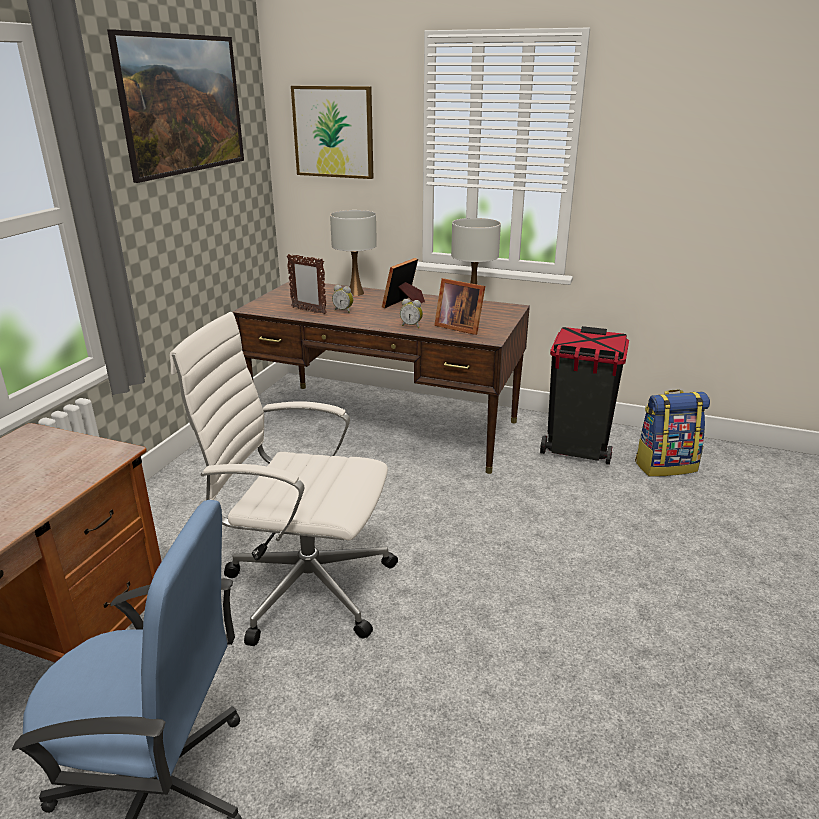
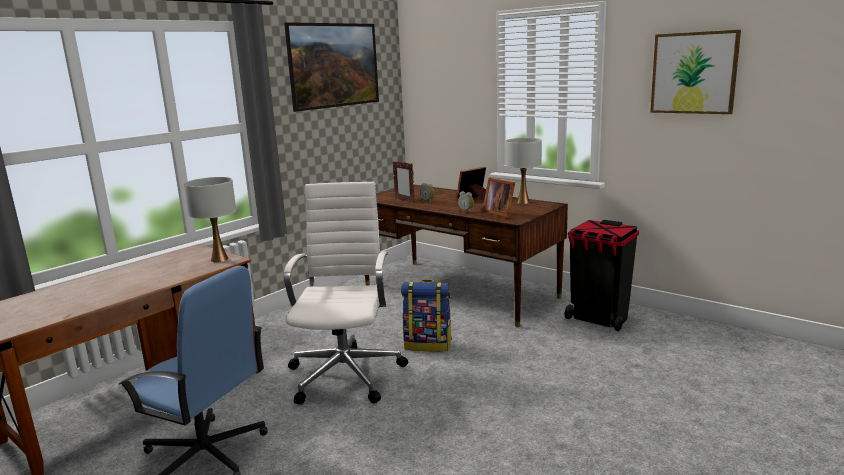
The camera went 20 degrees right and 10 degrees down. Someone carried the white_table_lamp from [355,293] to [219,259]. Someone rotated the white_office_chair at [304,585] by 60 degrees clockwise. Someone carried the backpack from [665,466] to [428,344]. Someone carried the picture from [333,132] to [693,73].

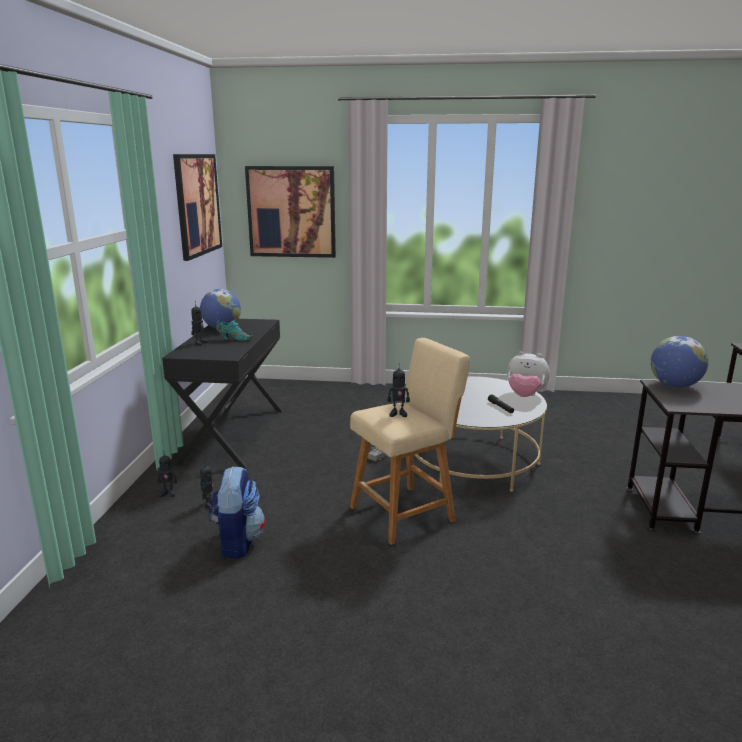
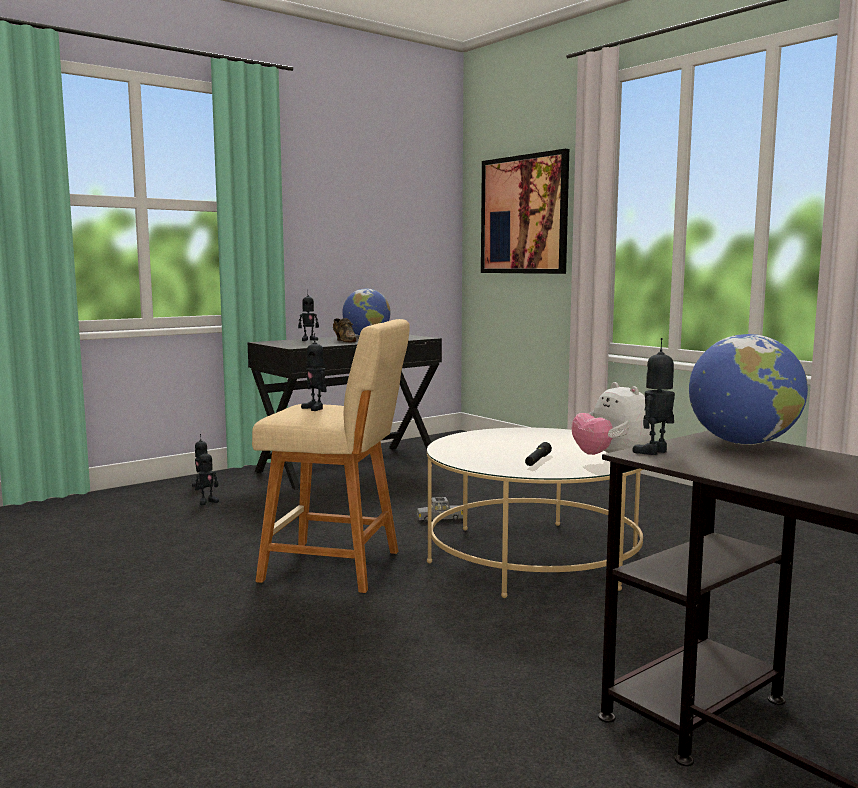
The camera went 45 degrees right and 10 degrees down. Someone repainted the turquoise_shoe at [233,339], which became the brown_shoe at [344,341]. Someone put down the toy_robot at [655,452]. Someone took away the picture at [197,205]. Someone took away the backpack at [237,542].

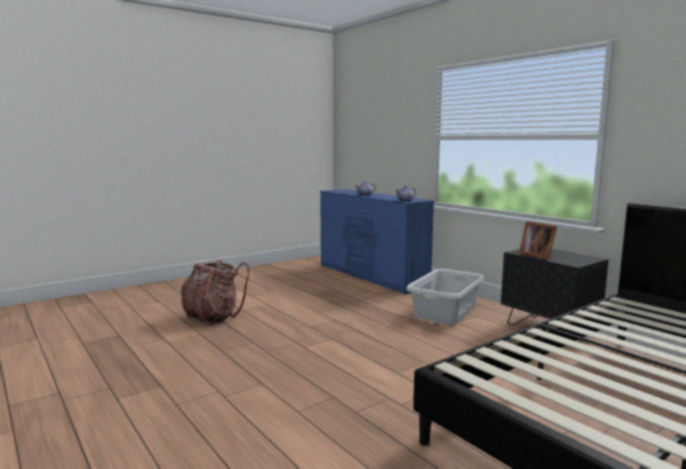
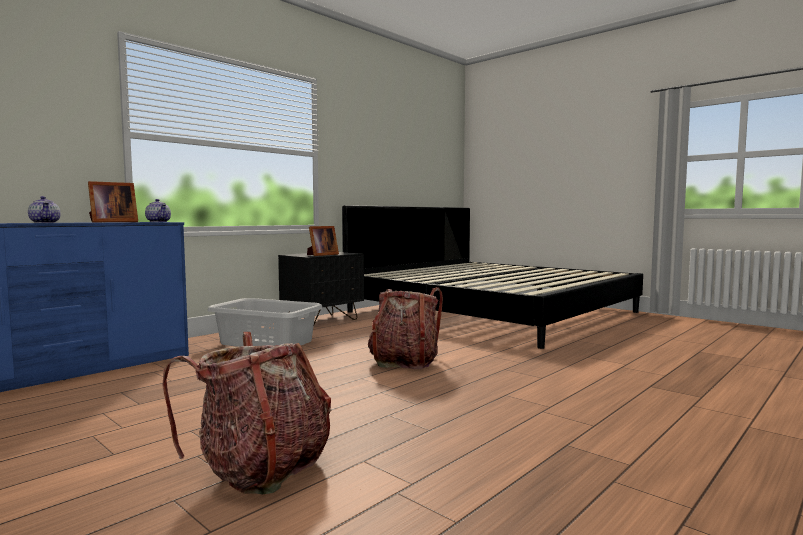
The camera went 100 degrees left and 5 degrees down. Someone put down the picture_frame at [111,222]. Someone put down the backpack at [404,362].

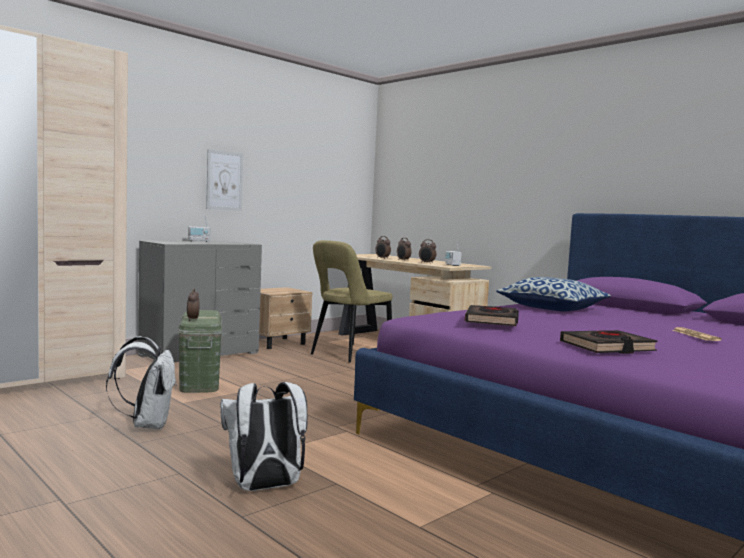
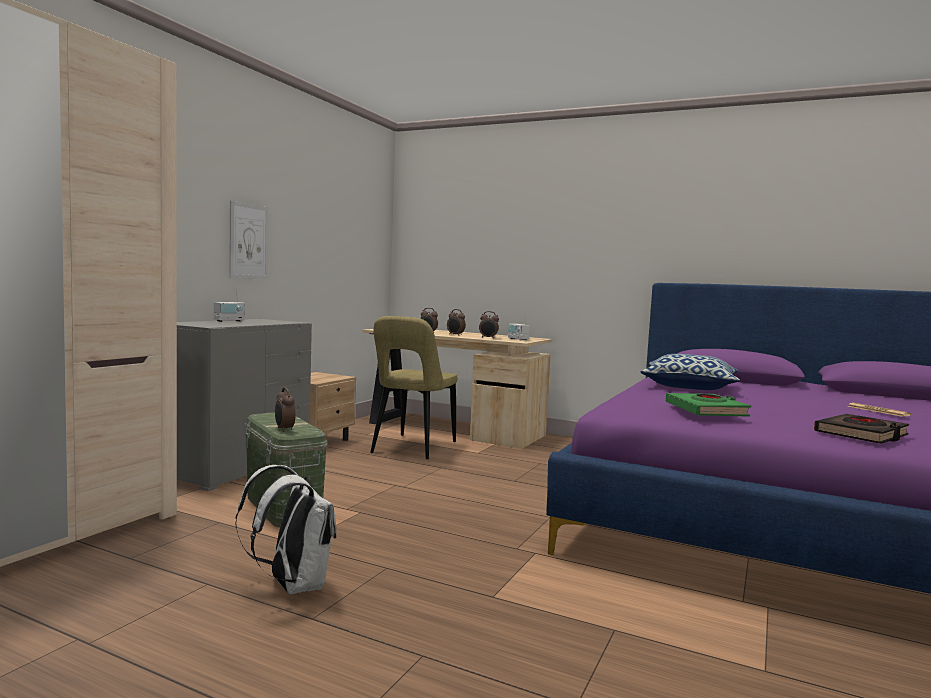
The camera went 20 degrees left and 0 degrees up. Someone repainted the black_book at [492,321], which became the green_book at [706,410]. Someone took away the white_backpack at [264,487].

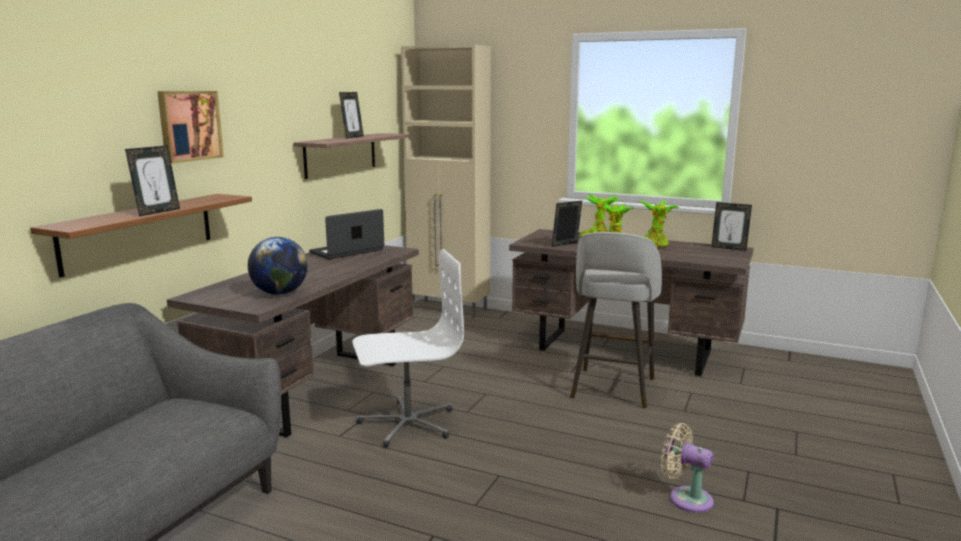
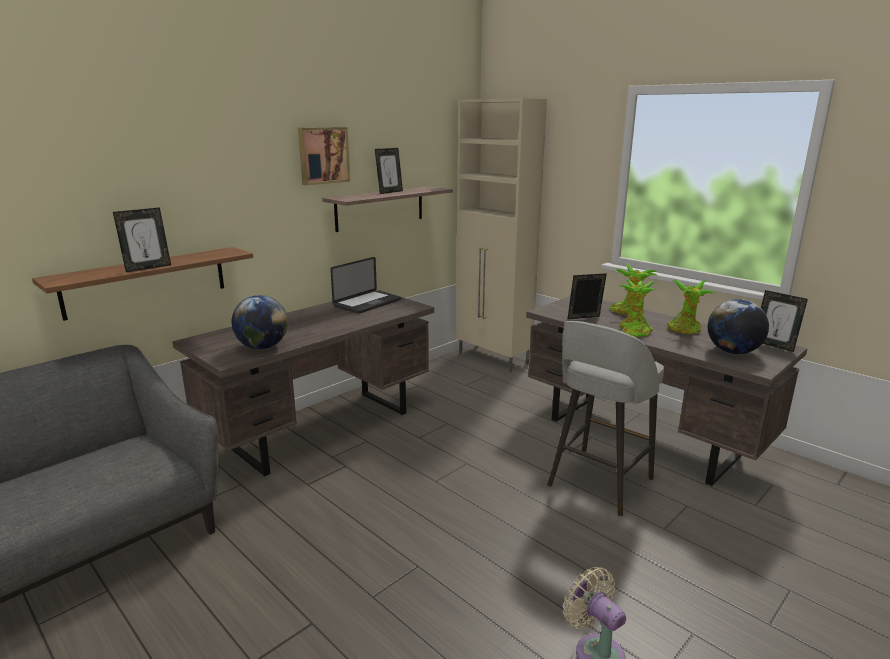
The camera went 20 degrees right and 5 degrees up. Someone carried the picture from [189,125] to [323,155]. Someone rotated the laptop at [347,251] by 150 degrees clockwise. Someone put down the globe at [732,352]. Someone took away the white_office_chair at [407,423].

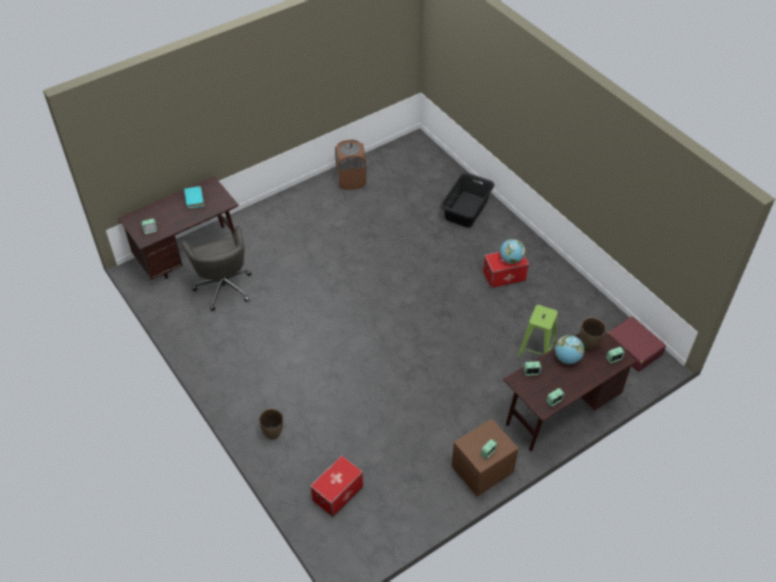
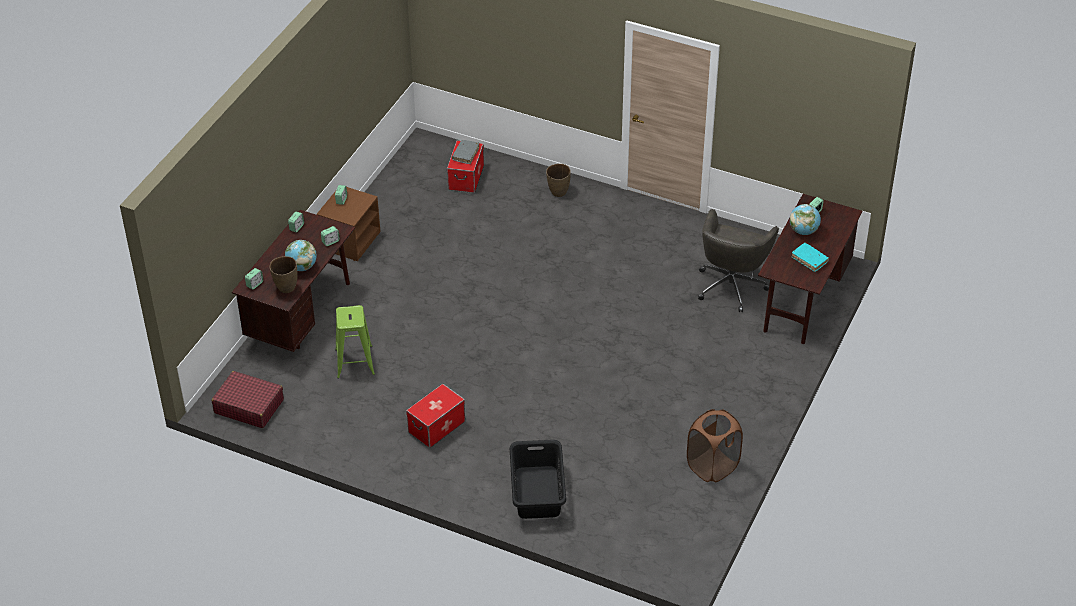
The camera went 150 degrees right and 5 degrees down. Someone put down the grey_book at [465,154]. Someone rotated the grey_office_chair at [223,286] by 105 degrees counterclockwise. Someone carried the globe from [511,260] to [803,231].

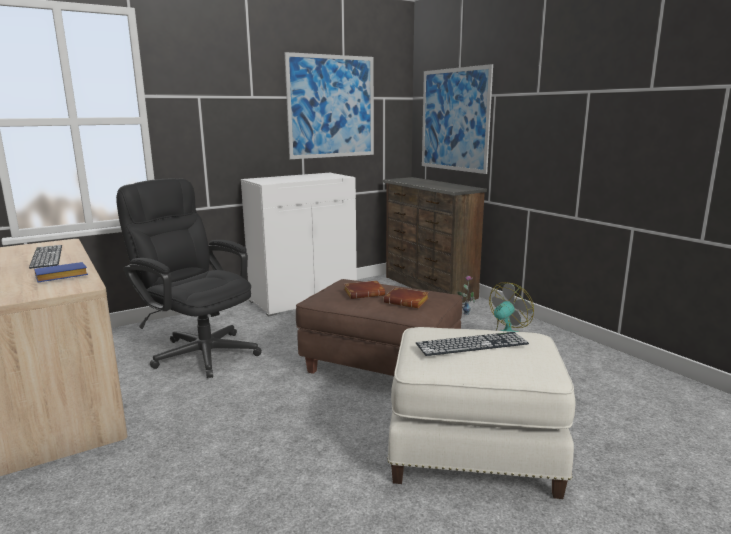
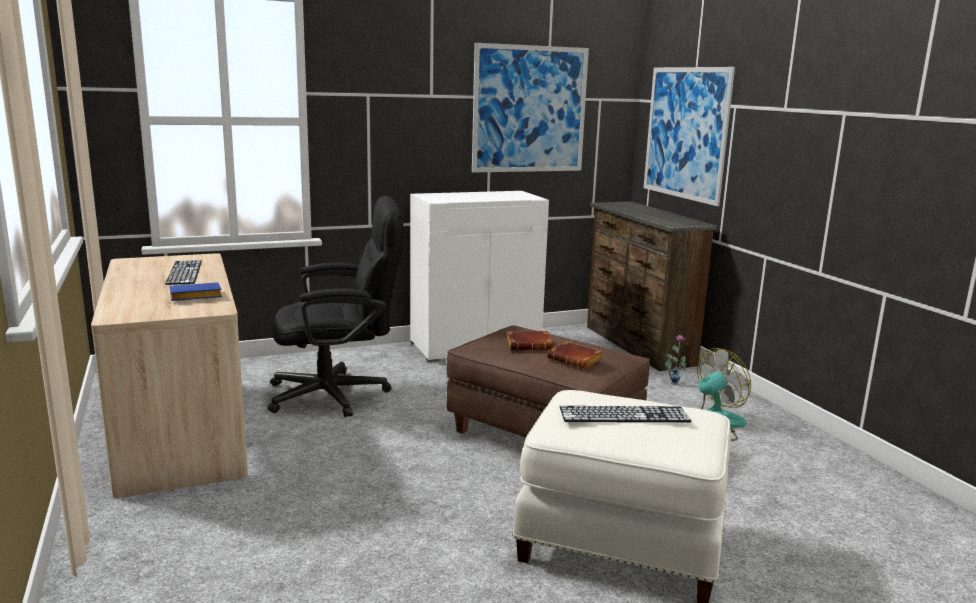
The camera went 10 degrees right and 0 degrees up. Someone rotated the black_office_chair at [199,351] by 120 degrees clockwise.

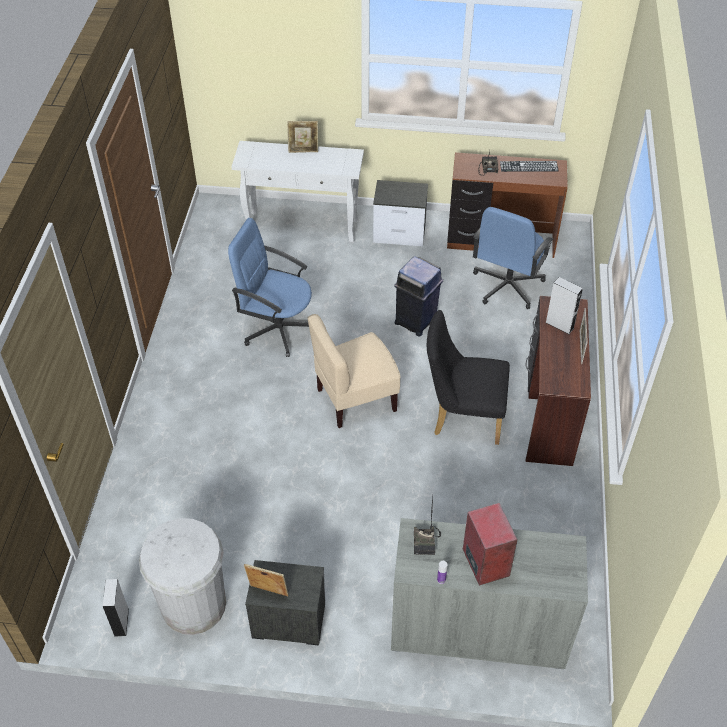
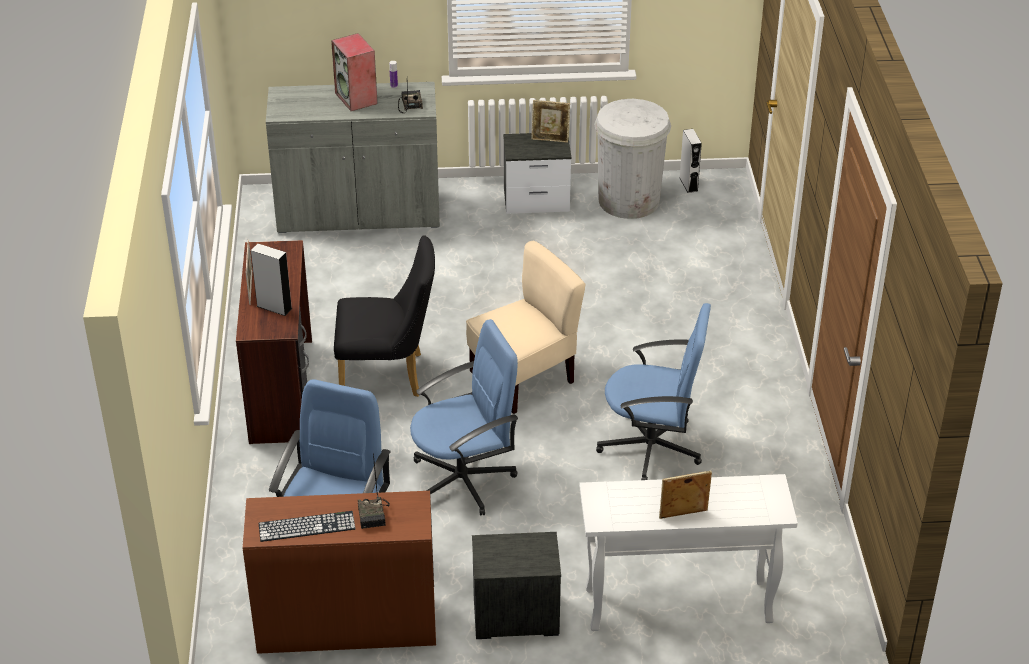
The camera went 170 degrees right and 10 degrees down. Someone swapped the blue_trash_can at [416,321] for the blue_office_chair at [464,480].

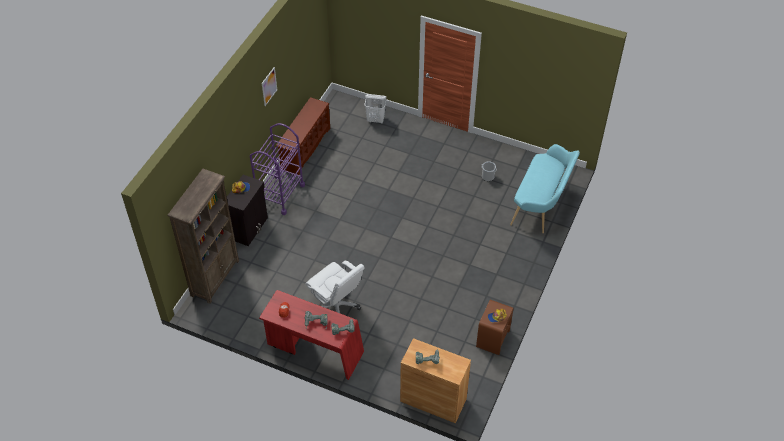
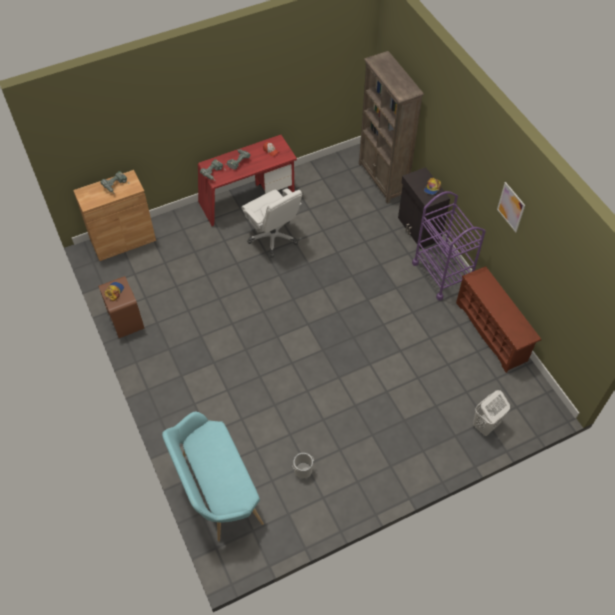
The camera went 130 degrees right and 5 degrees up. Someone rotated the white_office_chair at [337,306] by 120 degrees counterclockwise.

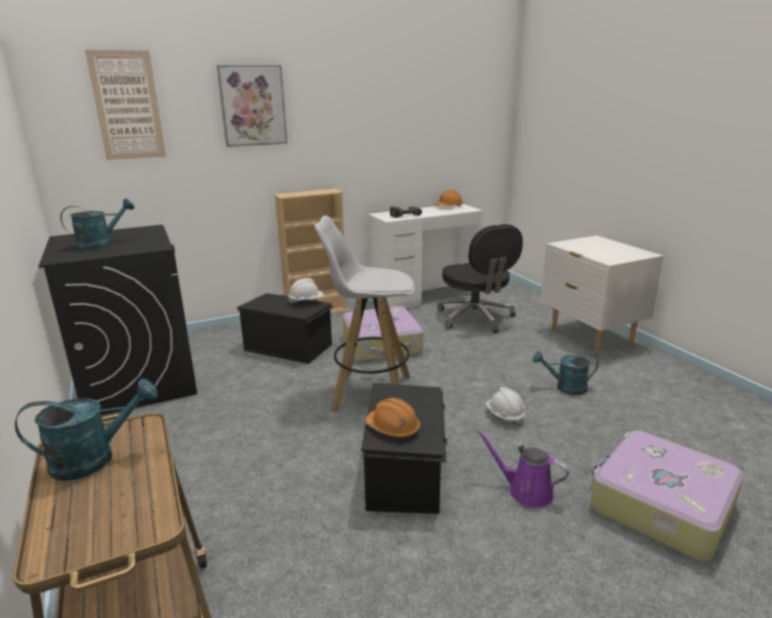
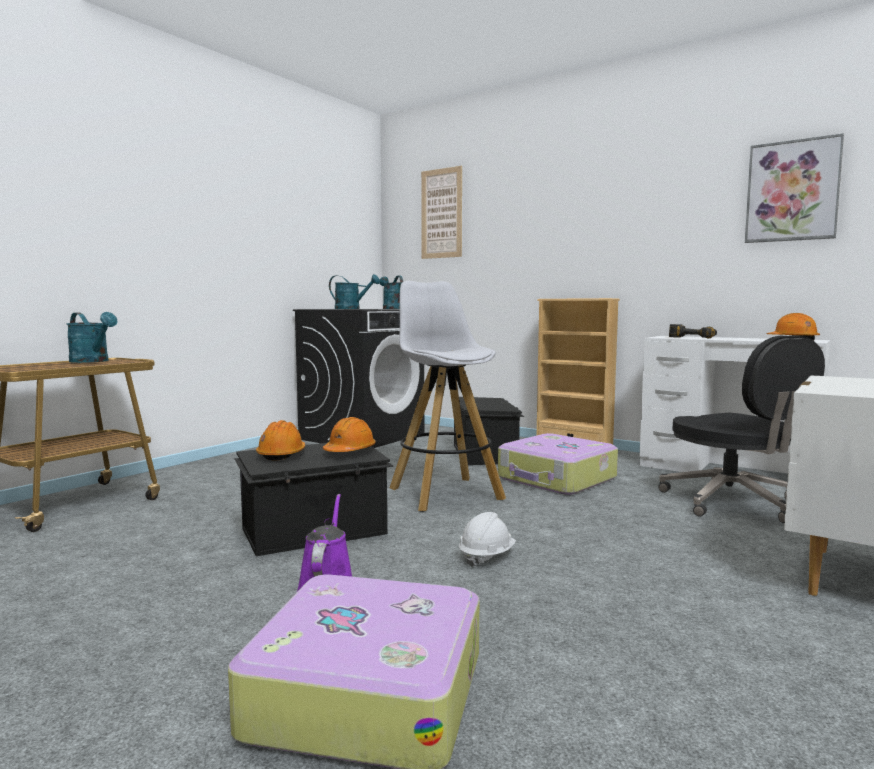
The camera went 60 degrees right and 15 degrees down. Someone put down the orange_hard_hat at [349,451]. Someone carried the turquoise_watering_can from [565,387] to [392,308]. Someone rotated the black_office_chair at [475,318] by 60 degrees counterclockwise. Someone carried the picture from [253,105] to [792,191]. Someone took away the white_hard_hat at [306,301].

